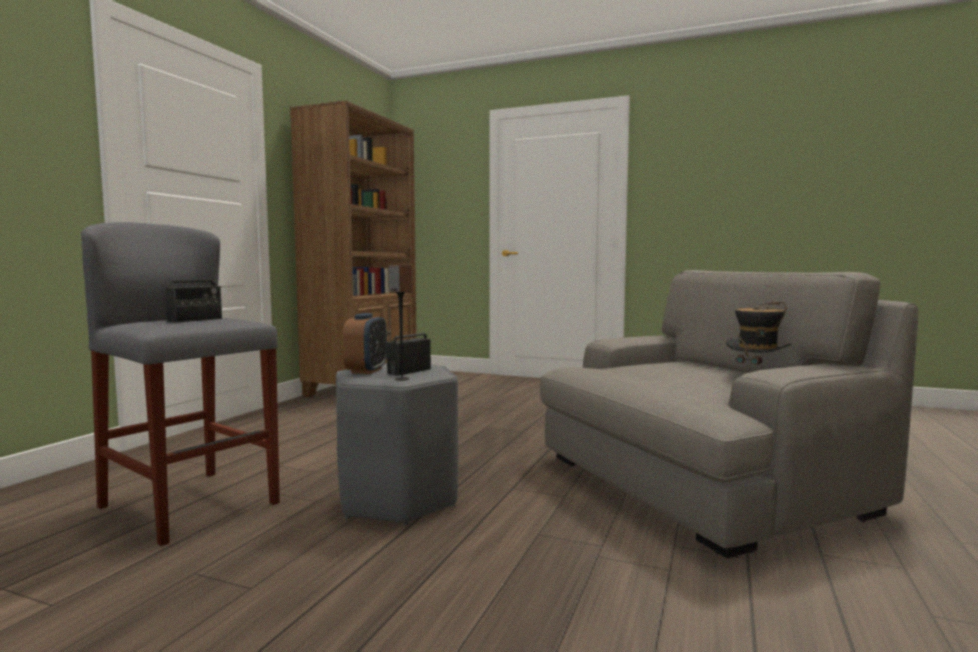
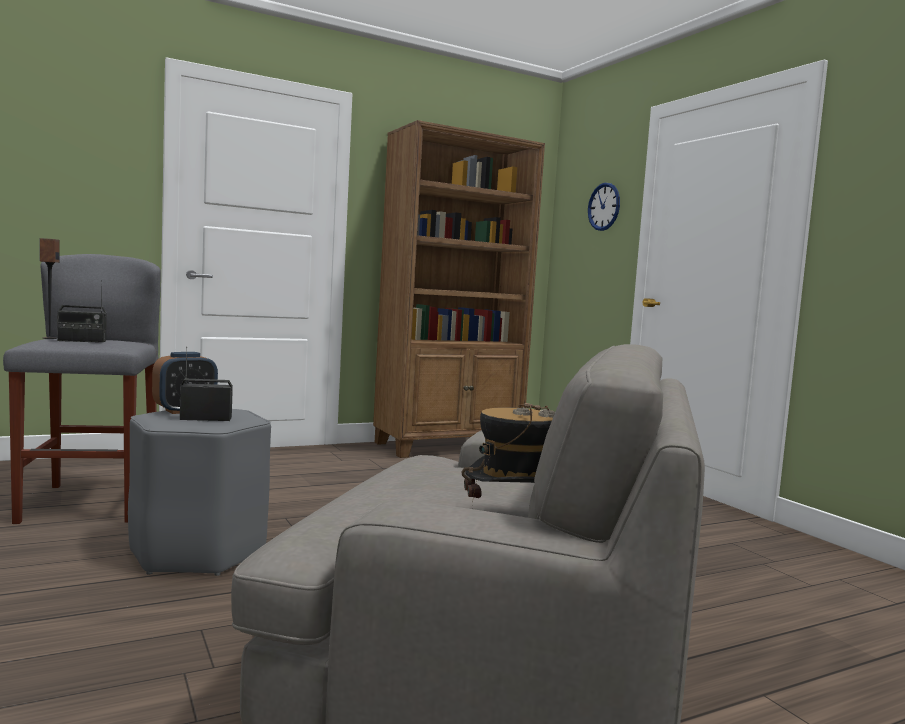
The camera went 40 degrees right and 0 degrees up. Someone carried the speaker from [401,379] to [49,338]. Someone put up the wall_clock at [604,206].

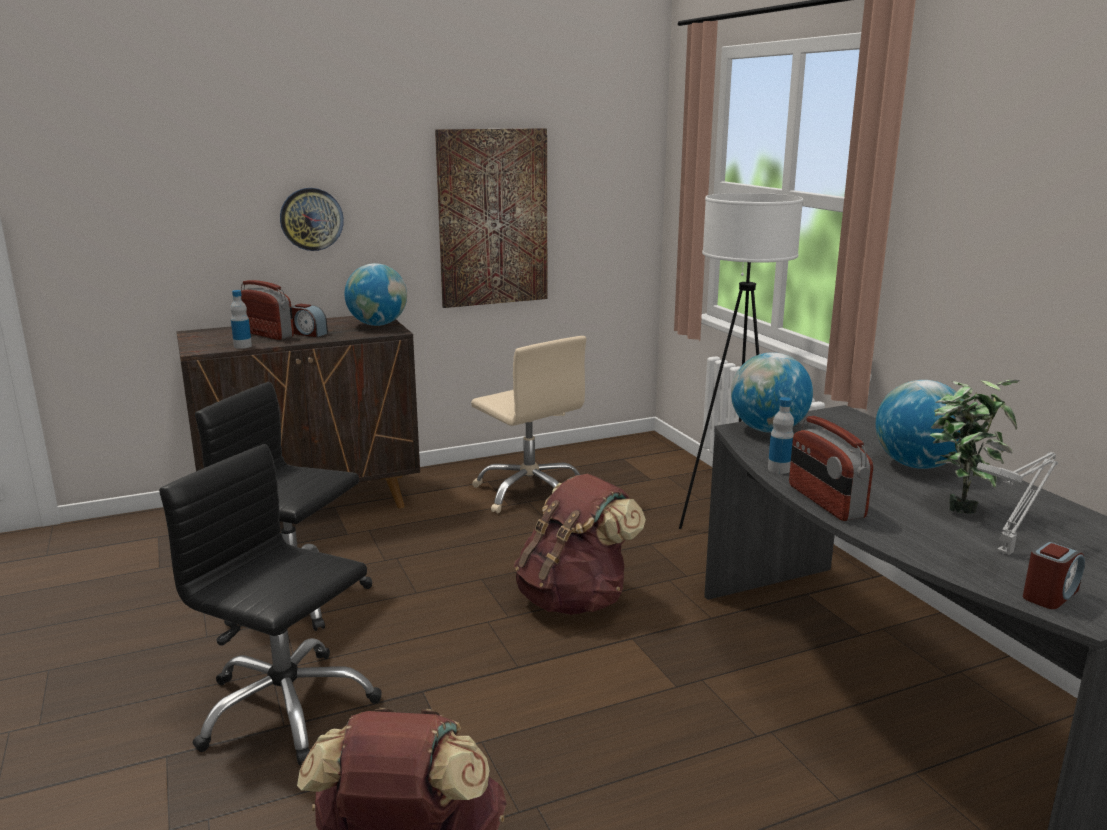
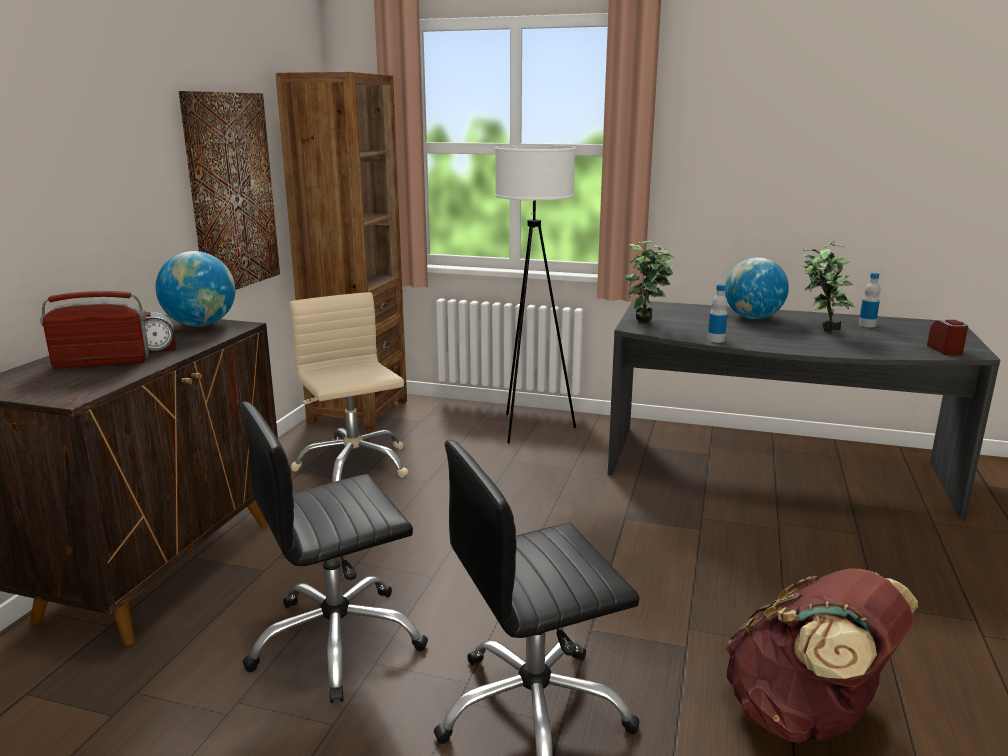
The camera went 50 degrees left and 0 degrees up. Someone put down the brown_bookcase at [358,411]. Someone rotated the beige_office_chair at [530,492] by 120 degrees counterclockwise. Someone swapped the globe at [768,430] for the potted_plant at [646,323]. Someone carried the bottle from [242,346] to [867,325]. Someone took away the wall_clock at [311,219]. Someone took away the brown_backpack at [575,599]. Someone took away the radio at [825,501]. Someone took away the grey_table_lamp at [1007,551].

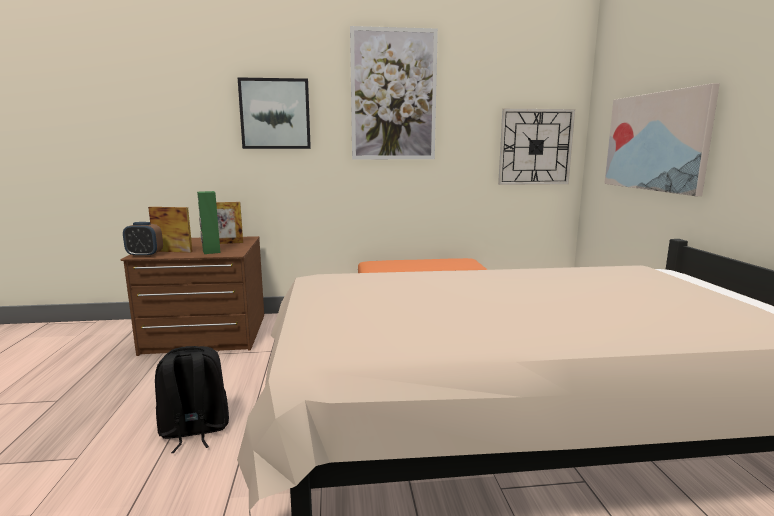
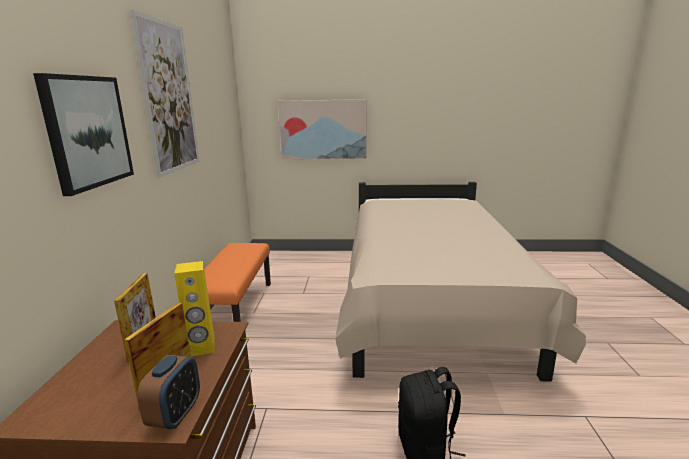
The camera went 80 degrees left and 5 degrees up. Someone repainted the green_speaker at [211,251], which became the yellow_speaker at [201,348]. Someone took away the wall_clock at [535,147].

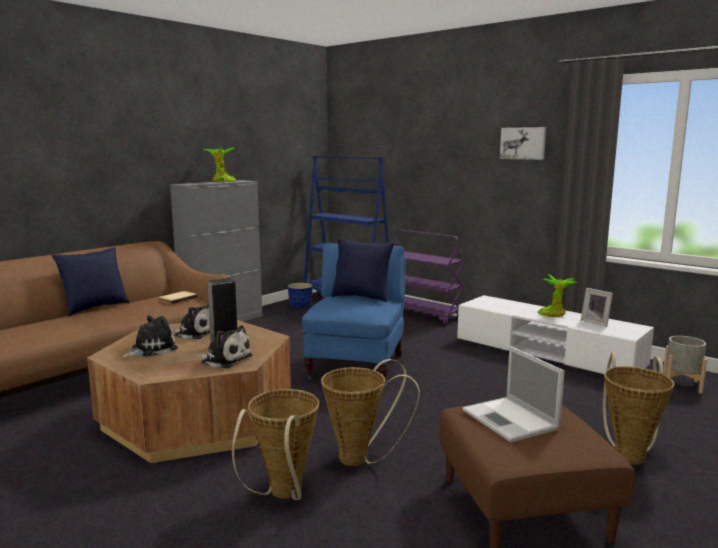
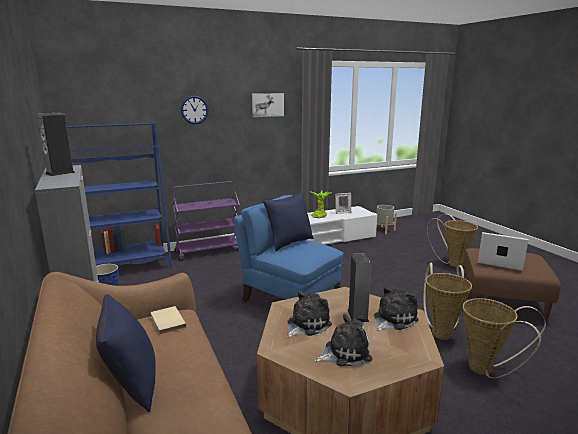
The camera went 65 degrees left and 5 degrees up. Someone swapped the potted_plant at [222,181] for the speaker at [60,173]. Someone put up the wall_clock at [194,110]. Someone rotated the plush_toy at [151,349] by 90 degrees clockwise. Someone rotated the laptop at [511,420] by 150 degrees counterclockwise.

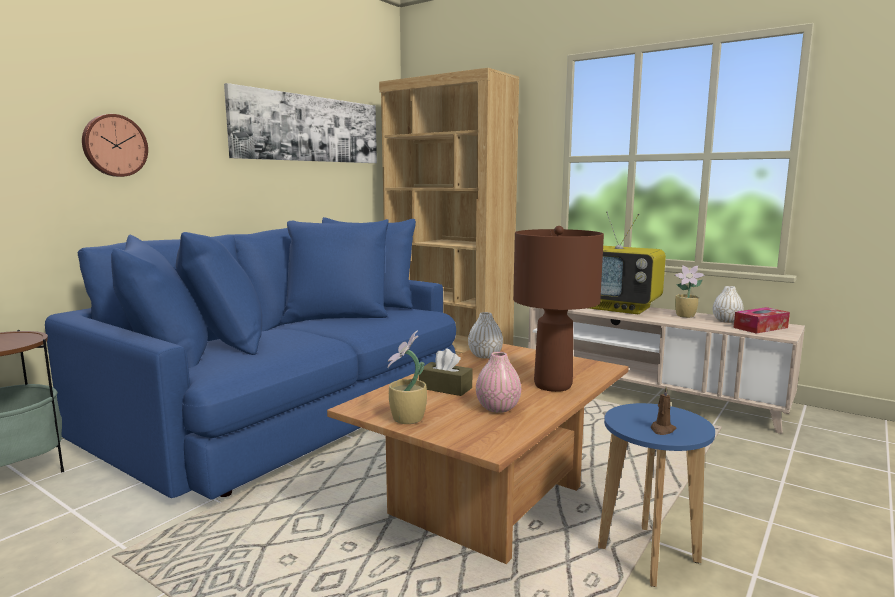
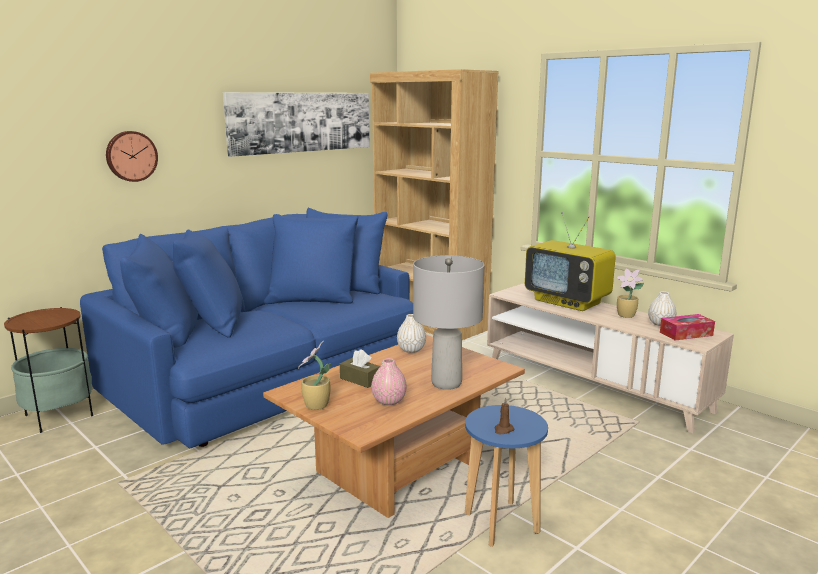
The camera went 10 degrees right and 5 degrees up. Someone repainted the brown_table_lamp at [553,385], which became the grey_table_lamp at [447,383].

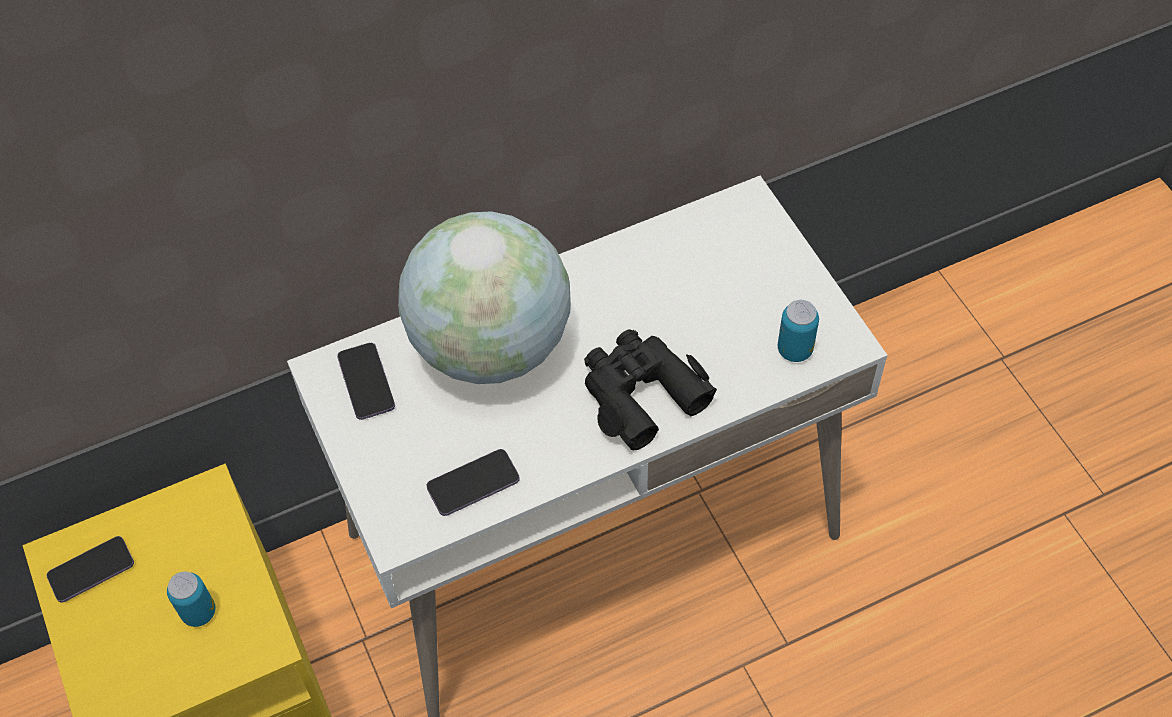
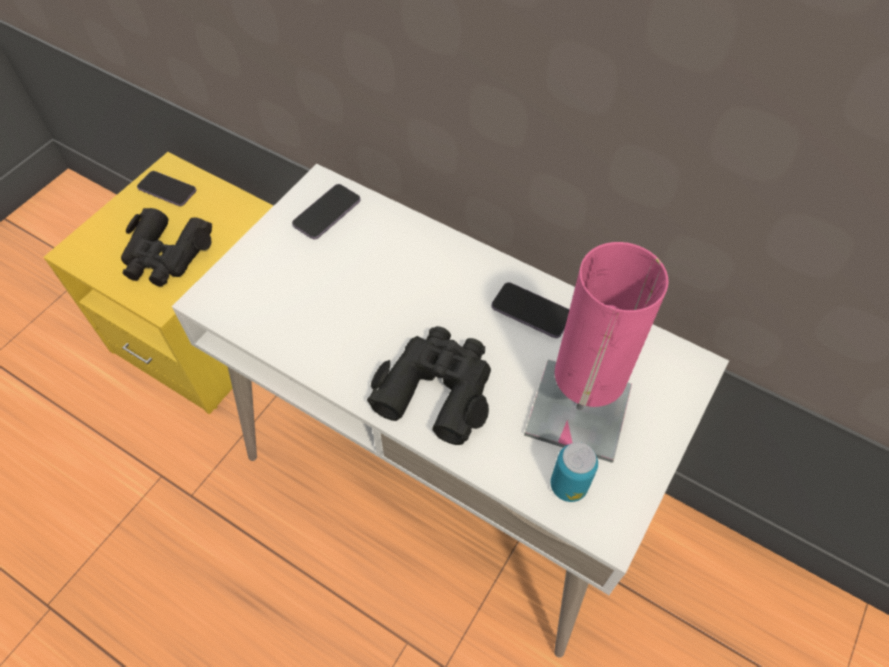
The camera went 55 degrees right and 0 degrees up. Someone swapped the can at [199,612] for the black_binoculars at [166,256]. Someone carried the phone from [473,484] to [531,311]. Someone put down the pink_table_lamp at [578,410]. Someone took away the globe at [491,346].

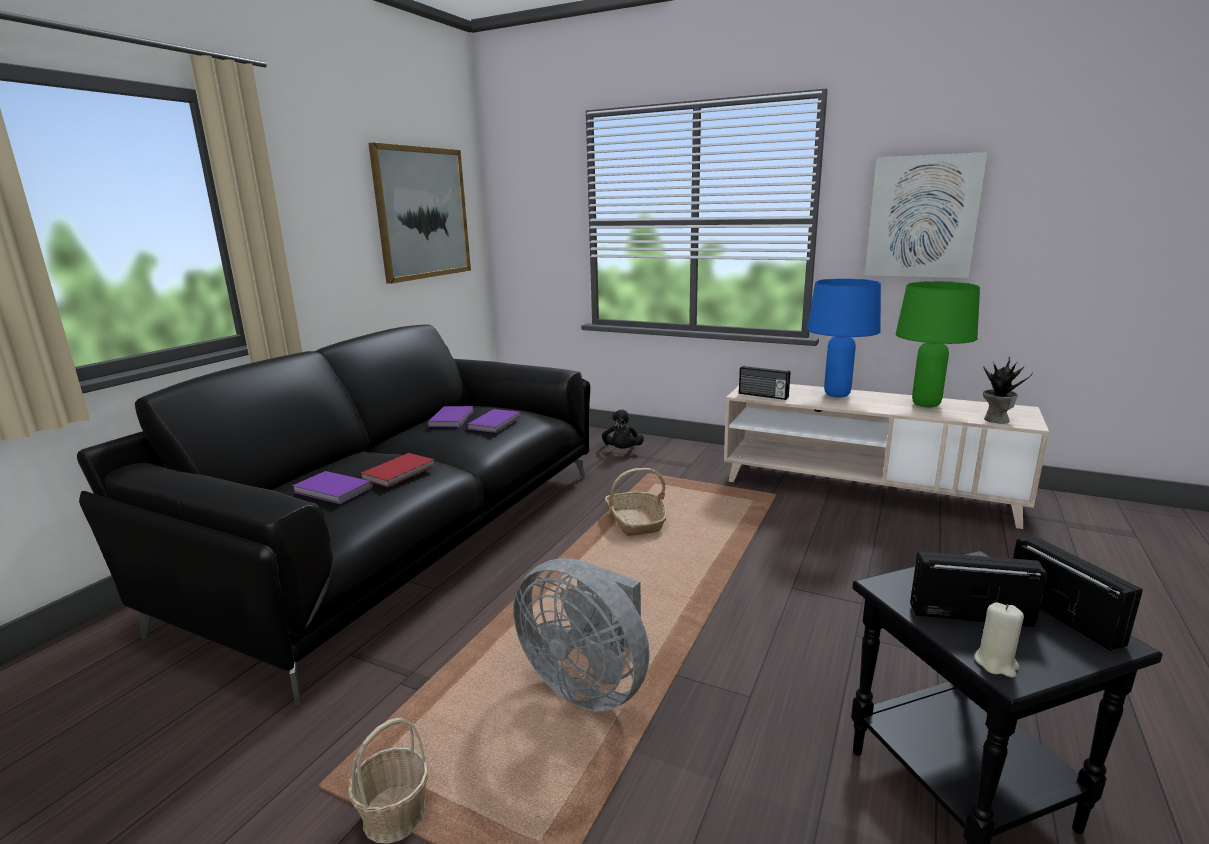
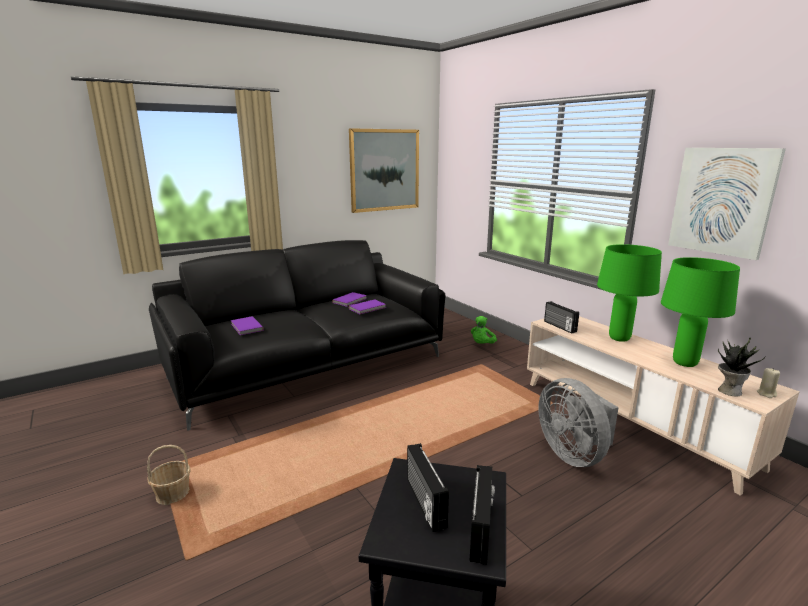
The camera went 30 degrees right and 0 degrees up. Someone rotated the radio at [970,613] by 150 degrees counterclockwise. Someone repainted the black_plush_toy at [622,451], which became the green_plush_toy at [482,345]. Someone carried the grey_fan from [588,684] to [573,454]. Someone repainted the blue_table_lamp at [836,395], which became the green_table_lamp at [619,338]. Someone carried the beige_candle from [996,663] to [766,394]. Someone took away the red_book at [400,472]. Someone took away the basket at [635,522].

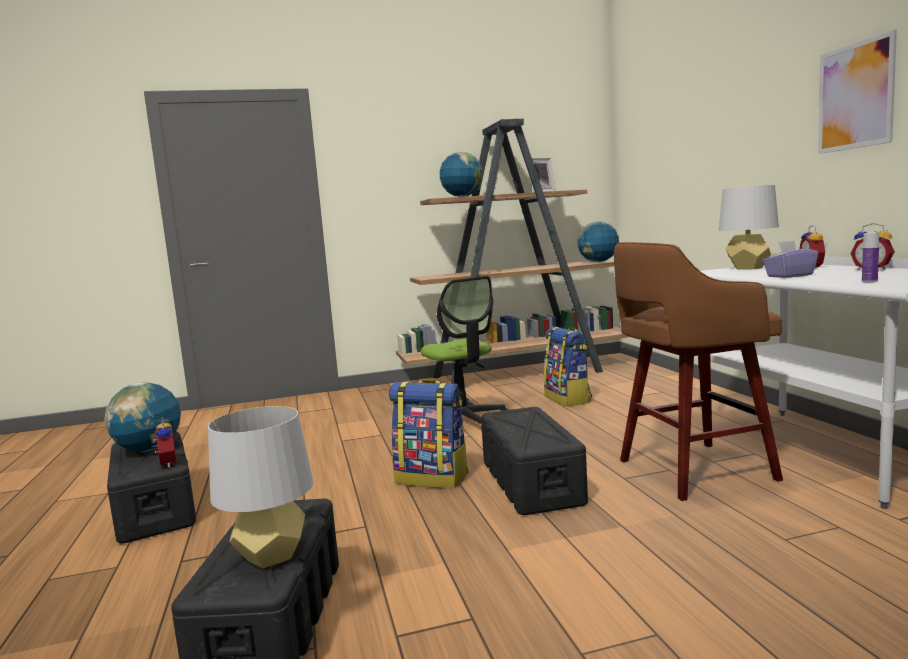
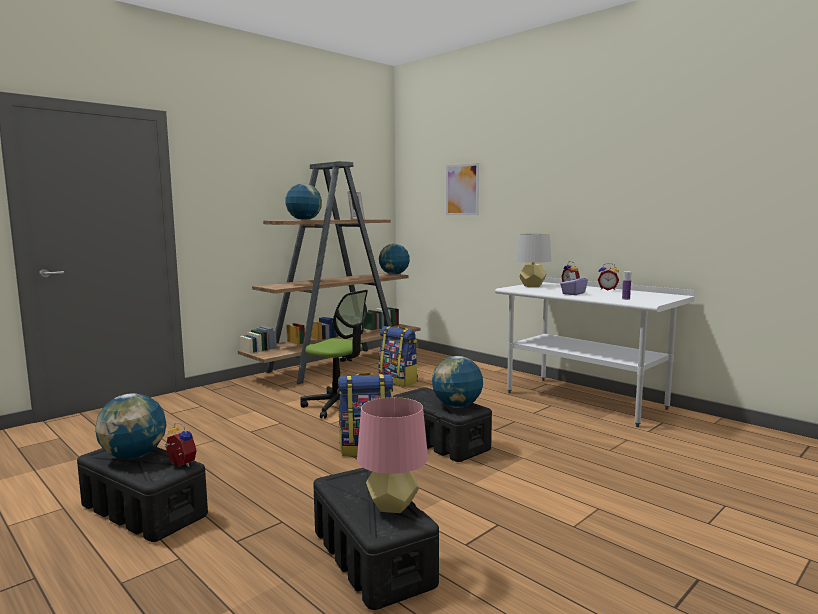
The camera went 30 degrees left and 0 degrees up. Someone repainted the grey_table_lamp at [271,556], which became the pink_table_lamp at [392,505]. Someone put down the globe at [457,406]. Someone carried the picture from [855,96] to [462,189]. Someone took away the brown_stool at [691,470].

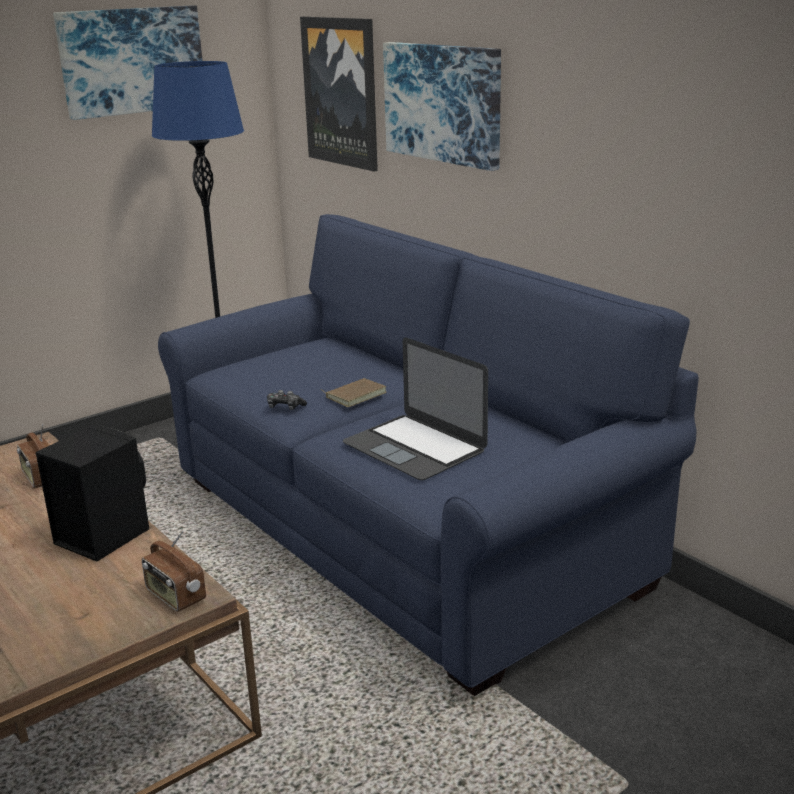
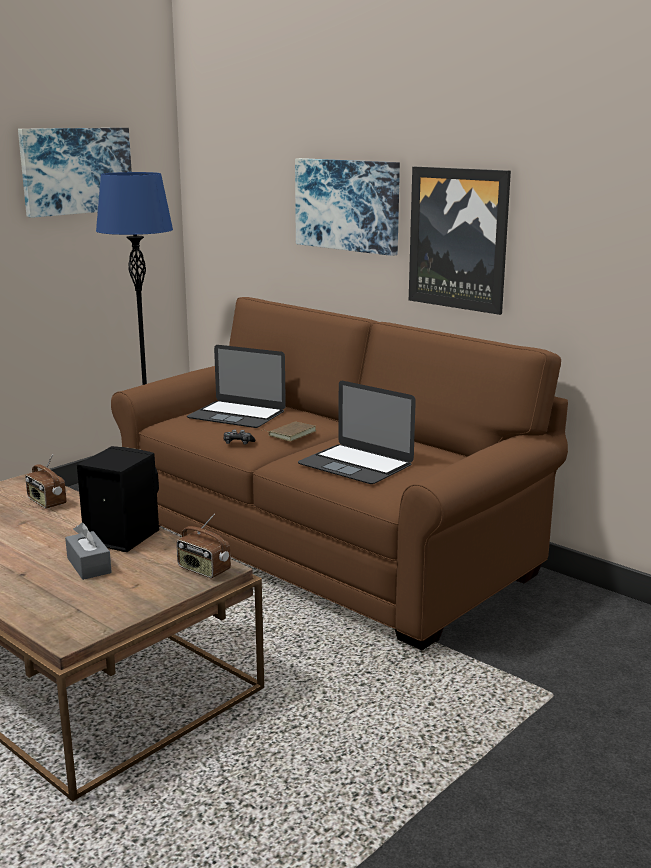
The camera went 10 degrees left and 5 degrees down. Someone put down the grey_tissue_box at [89,565]. Someone repainted the blue_sofa at [401,531], which became the brown_sofa at [326,548]. Someone put down the laptop at [237,414]. Someone carried the picture from [341,92] to [458,239].

